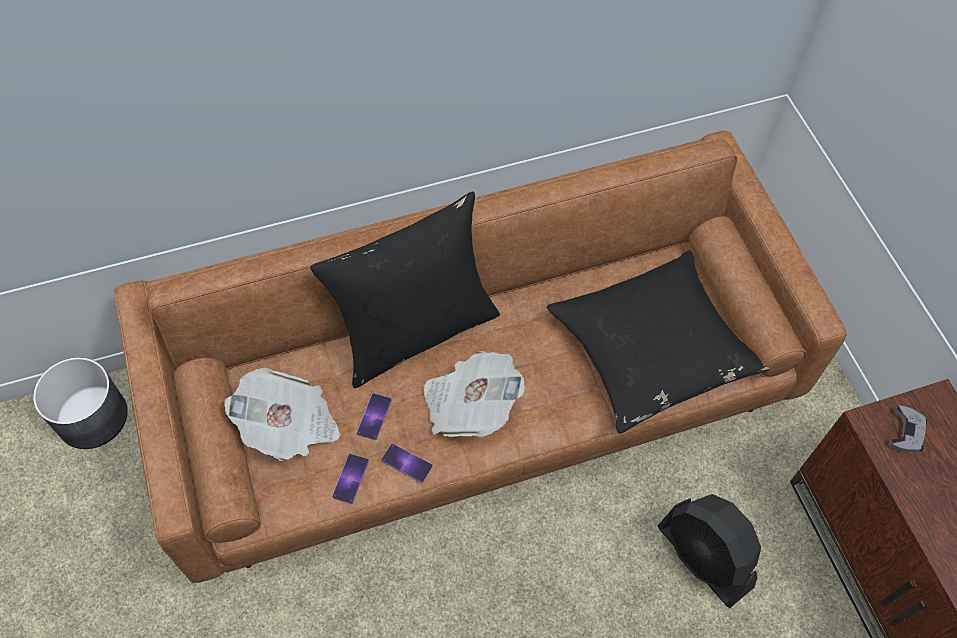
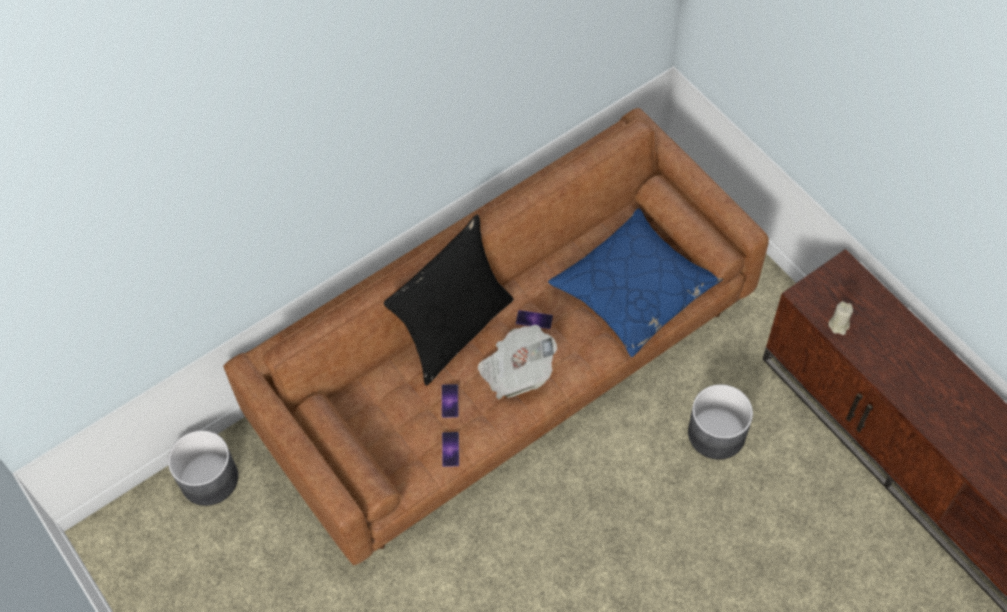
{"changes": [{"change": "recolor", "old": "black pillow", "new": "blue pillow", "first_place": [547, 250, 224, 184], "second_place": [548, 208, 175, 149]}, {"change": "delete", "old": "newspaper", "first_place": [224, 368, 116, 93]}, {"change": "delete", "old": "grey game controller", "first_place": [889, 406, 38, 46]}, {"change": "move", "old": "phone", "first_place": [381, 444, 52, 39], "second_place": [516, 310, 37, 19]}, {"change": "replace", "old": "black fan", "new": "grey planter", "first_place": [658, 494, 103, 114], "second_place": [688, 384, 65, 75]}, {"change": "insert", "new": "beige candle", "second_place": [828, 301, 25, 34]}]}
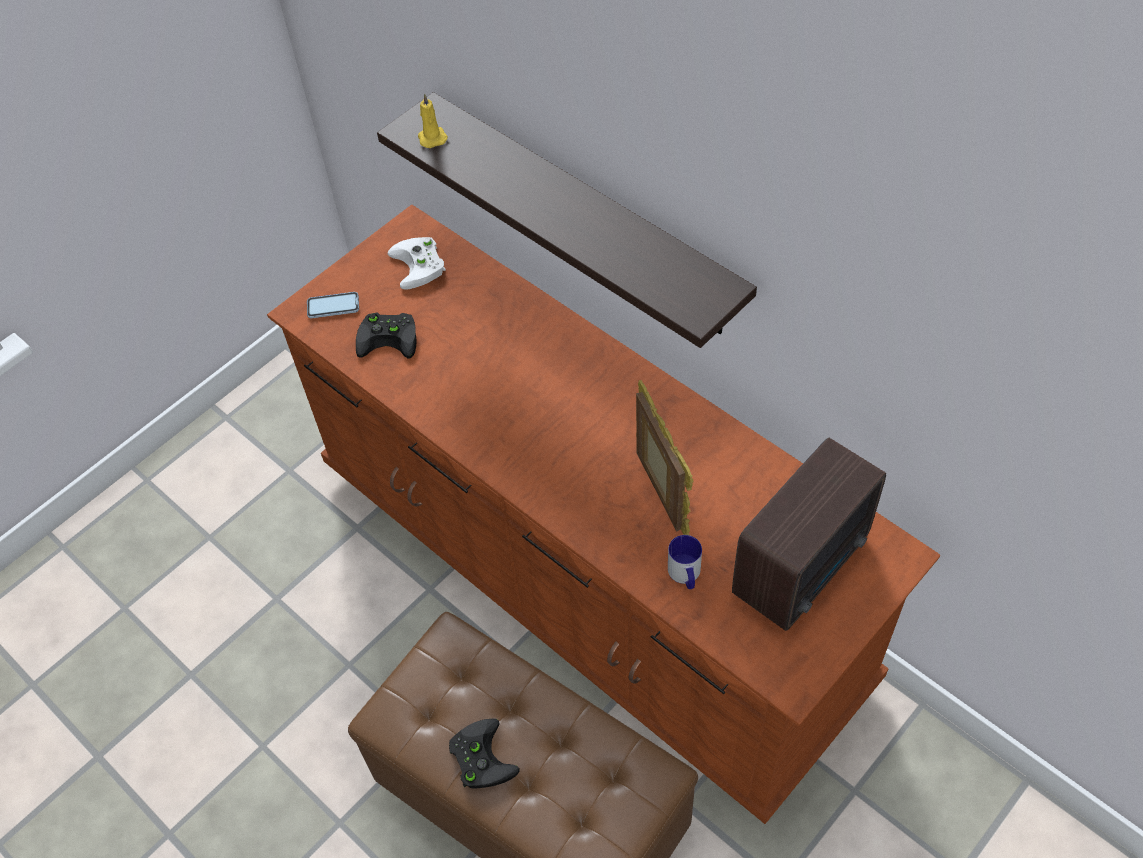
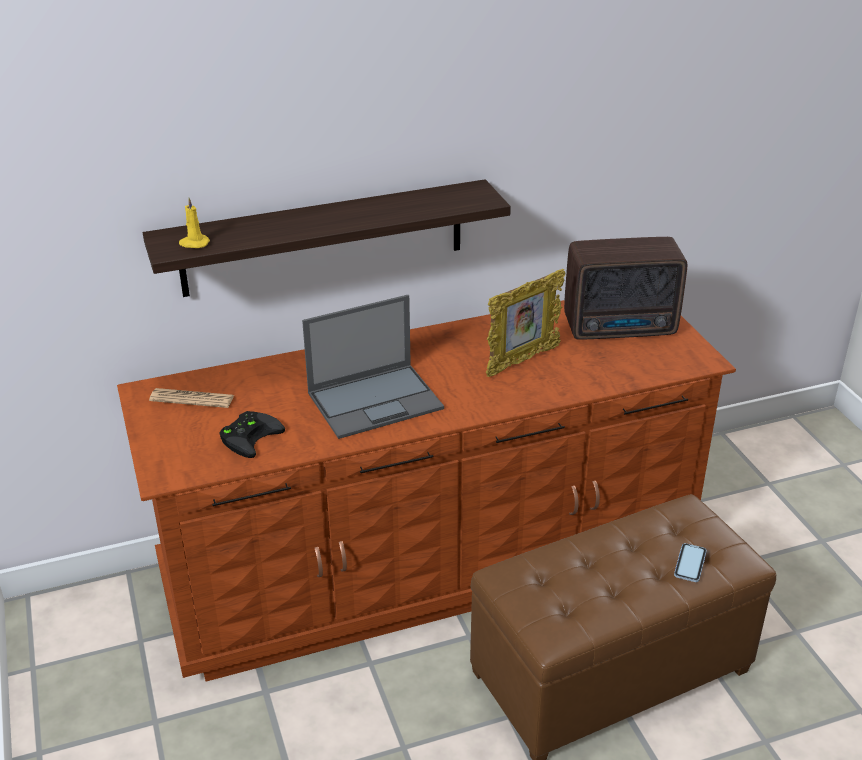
{"changes": [{"change": "replace", "old": "white game controller", "new": "newspaper", "first_place": [388, 237, 58, 53], "second_place": [149, 388, 85, 20]}, {"change": "move", "old": "phone", "first_place": [307, 292, 52, 26], "second_place": [674, 543, 33, 39]}, {"change": "rotate", "old": "picture frame", "first_place": [636, 380, 57, 155], "second_place": [486, 269, 79, 108], "degrees": 135}, {"change": "rotate", "old": "radio", "first_place": [732, 438, 154, 193], "second_place": [564, 237, 123, 103], "degrees": 105}, {"change": "delete", "old": "mug", "first_place": [668, 535, 34, 54]}, {"change": "delete", "old": "black game controller", "first_place": [449, 718, 71, 70]}, {"change": "insert", "new": "laptop", "second_place": [302, 295, 142, 144]}]}
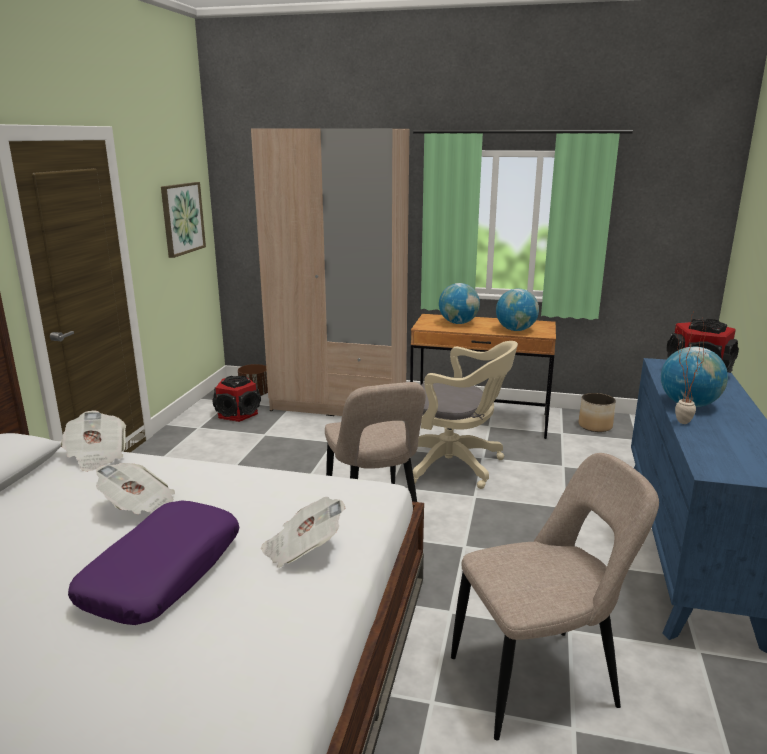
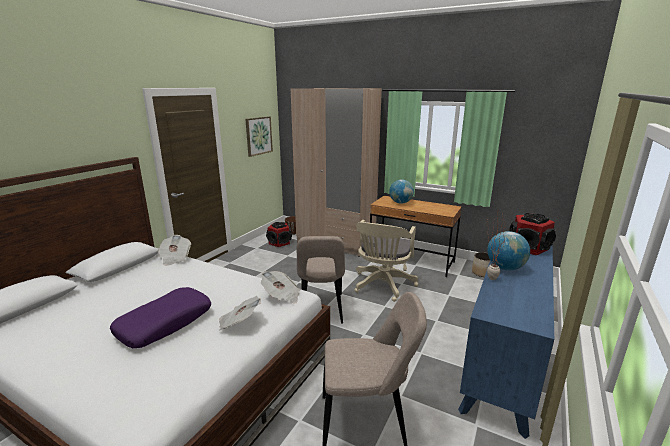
{"changes": [{"change": "delete", "old": "globe", "first_place": [496, 289, 43, 42]}, {"change": "rotate", "old": "beige office chair", "first_place": [413, 341, 105, 148], "second_place": [355, 220, 63, 82], "degrees": 75}, {"change": "move", "old": "newspaper", "first_place": [96, 463, 79, 51], "second_place": [261, 271, 39, 33]}]}
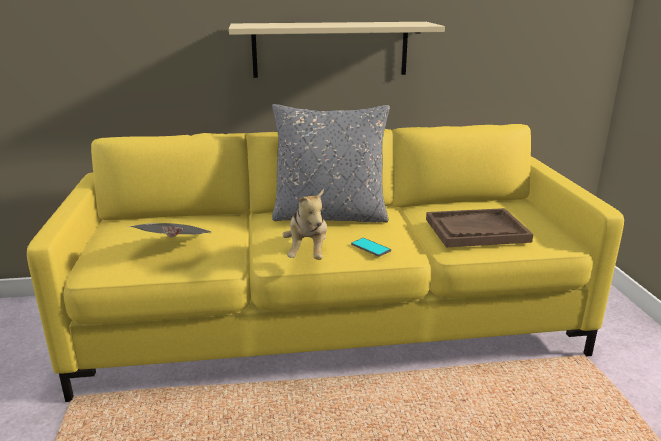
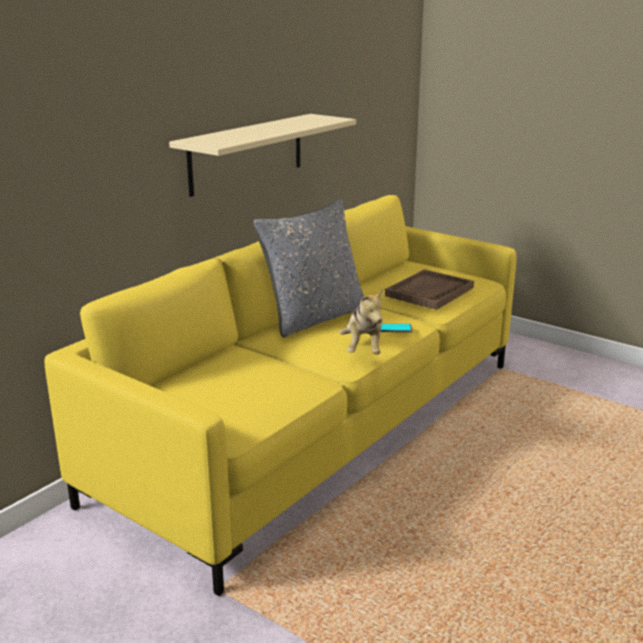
{"changes": [{"change": "rotate", "old": "plush toy", "first_place": [283, 189, 44, 71], "second_place": [339, 289, 44, 65], "degrees": 45}, {"change": "delete", "old": "newspaper", "first_place": [126, 223, 85, 15]}]}
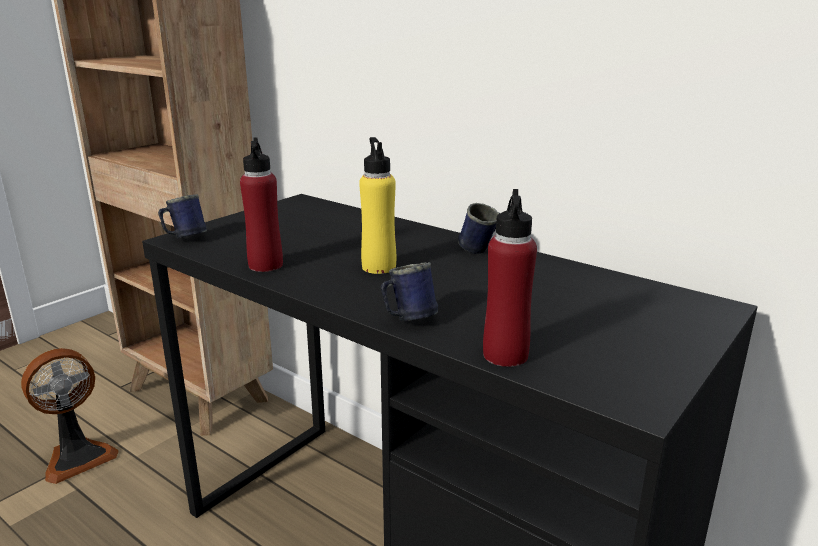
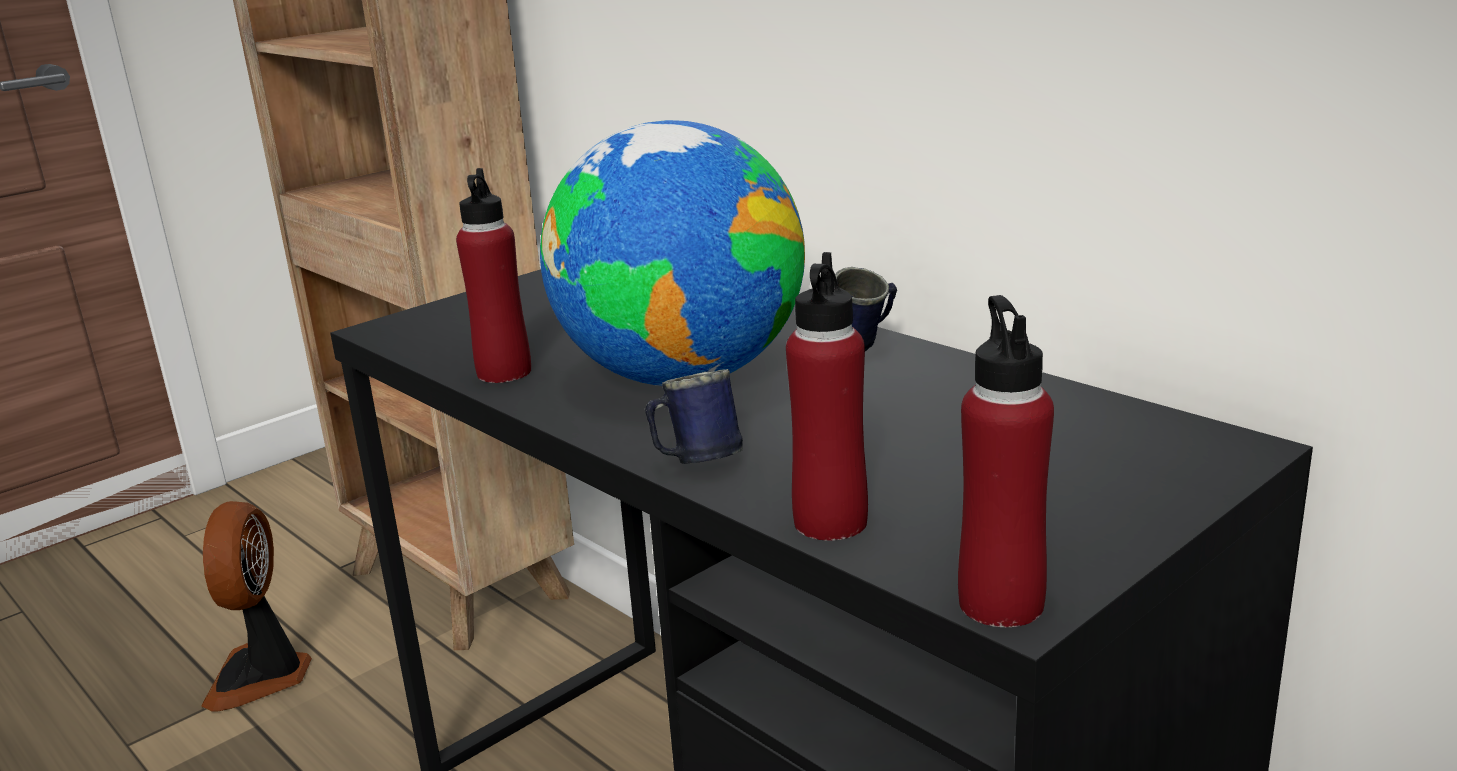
{"changes": [{"change": "replace", "old": "yellow bottle", "new": "globe", "first_place": [359, 137, 37, 137], "second_place": [540, 120, 265, 266]}, {"change": "delete", "old": "blue mug", "first_place": [158, 194, 49, 44]}, {"change": "rotate", "old": "fan", "first_place": [21, 348, 98, 136], "second_place": [201, 501, 111, 211], "degrees": 120}, {"change": "insert", "new": "red bottle", "second_place": [958, 295, 96, 332]}]}
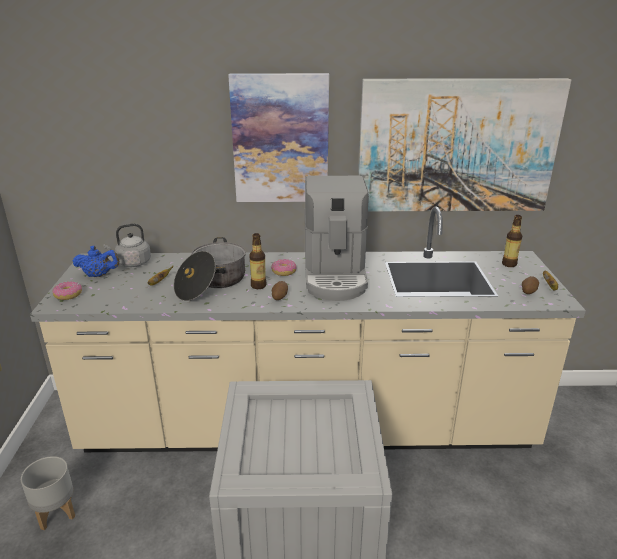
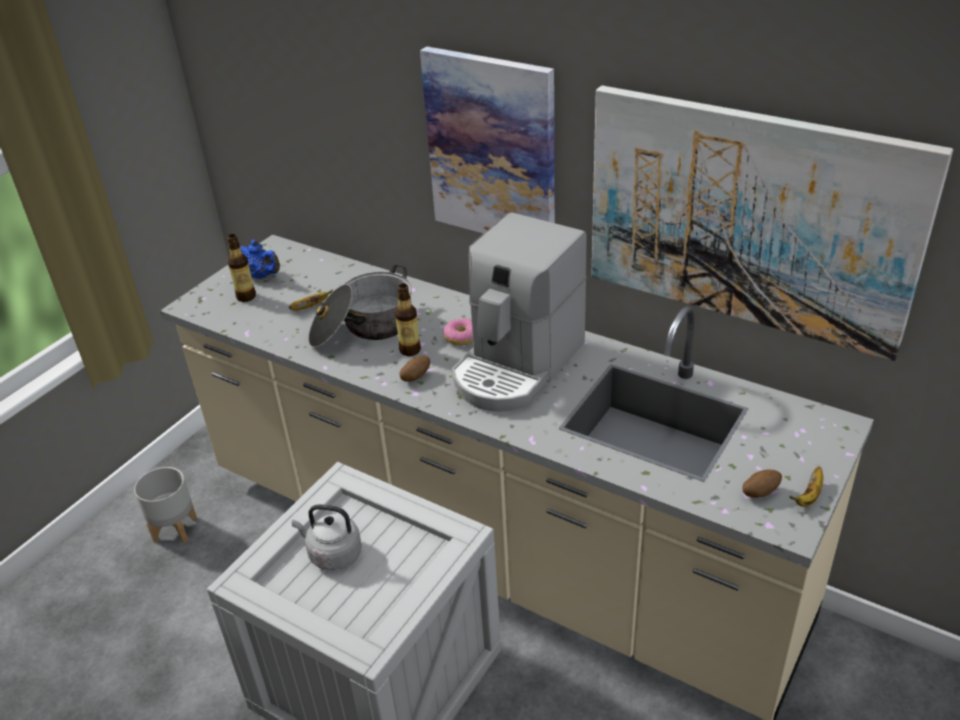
{"changes": [{"change": "move", "old": "bottle", "first_place": [502, 215, 20, 52], "second_place": [227, 234, 29, 68]}, {"change": "move", "old": "grey kettle", "first_place": [103, 224, 48, 43], "second_place": [292, 504, 70, 66]}, {"change": "delete", "old": "donut", "first_place": [52, 281, 30, 19]}]}
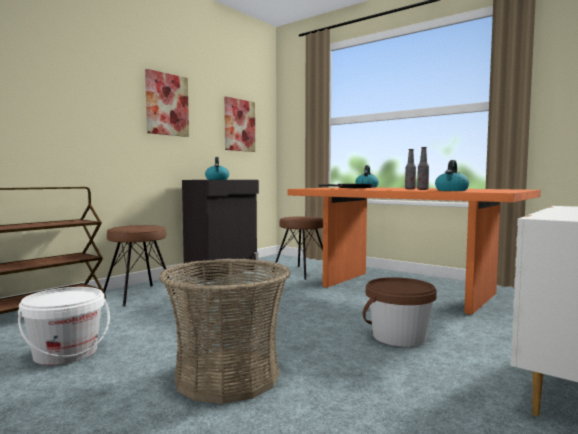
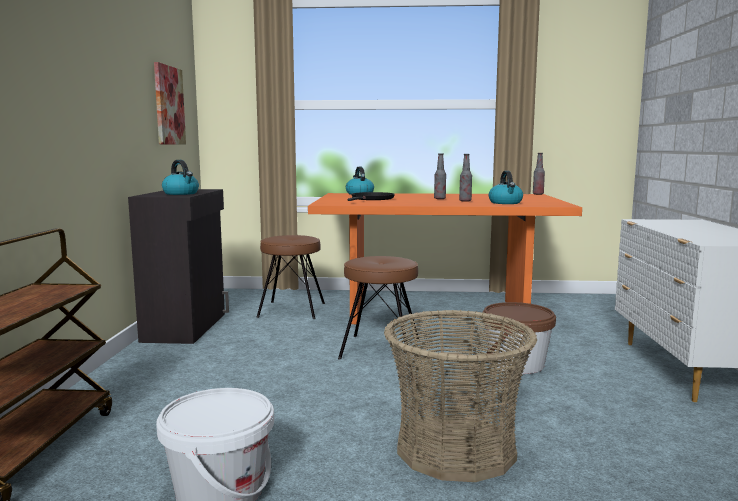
{"changes": [{"change": "delete", "old": "picture", "first_place": [145, 69, 44, 68]}, {"change": "move", "old": "brown stool", "first_place": [103, 225, 73, 82], "second_place": [338, 256, 81, 103]}, {"change": "insert", "new": "bottle", "second_place": [533, 153, 12, 42]}]}
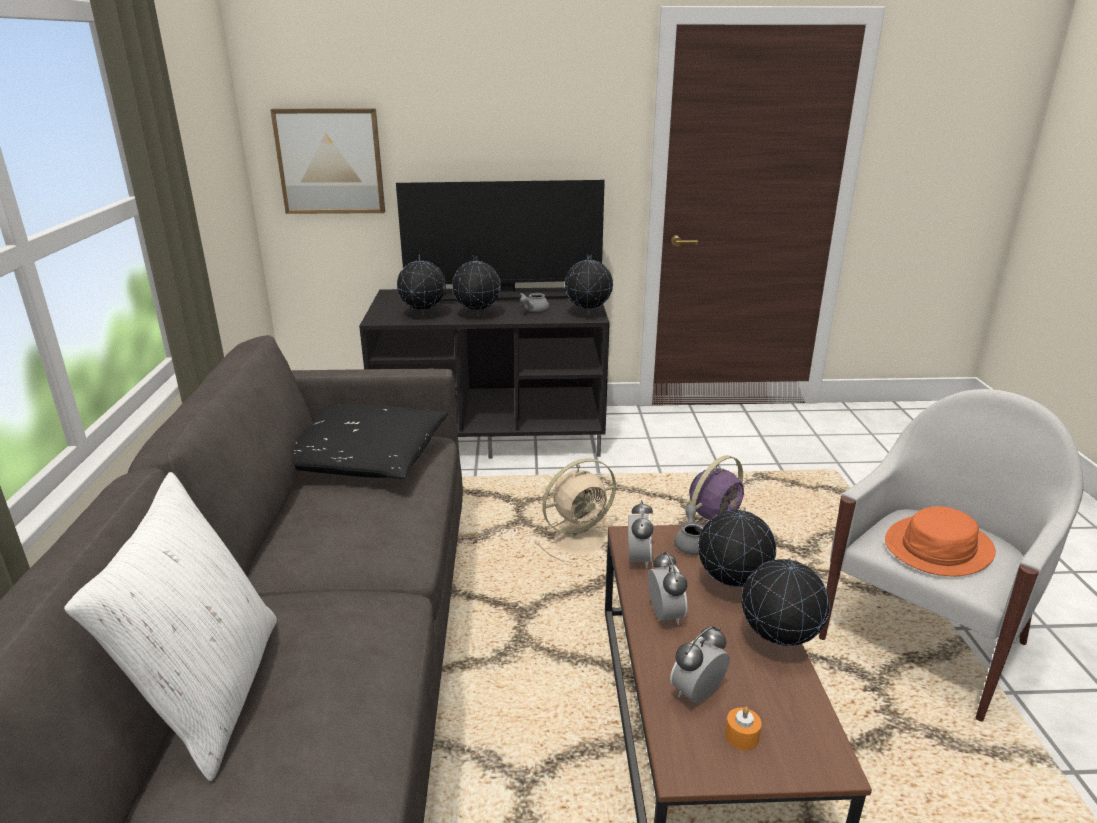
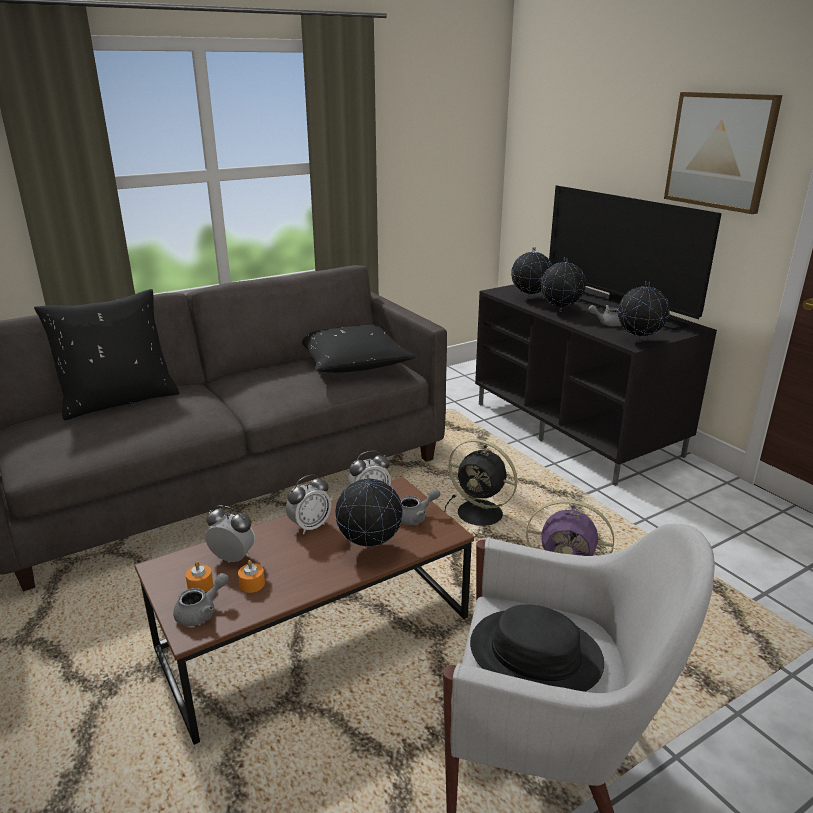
{"changes": [{"change": "move", "old": "picture", "first_place": [270, 108, 115, 106], "second_place": [664, 92, 118, 122]}, {"change": "recolor", "old": "beige fan", "new": "black fan", "first_place": [535, 458, 81, 105], "second_place": [444, 439, 73, 87]}, {"change": "recolor", "old": "white pillow", "new": "black pillow", "first_place": [64, 472, 213, 309], "second_place": [34, 289, 145, 131]}, {"change": "recolor", "old": "orange hat", "new": "black hat", "first_place": [885, 506, 111, 70], "second_place": [470, 604, 134, 88]}, {"change": "delete", "old": "globe", "first_place": [741, 558, 89, 88]}, {"change": "insert", "new": "orange candle", "second_place": [238, 560, 27, 33]}, {"change": "insert", "new": "grey teapot", "second_place": [173, 573, 56, 53]}]}
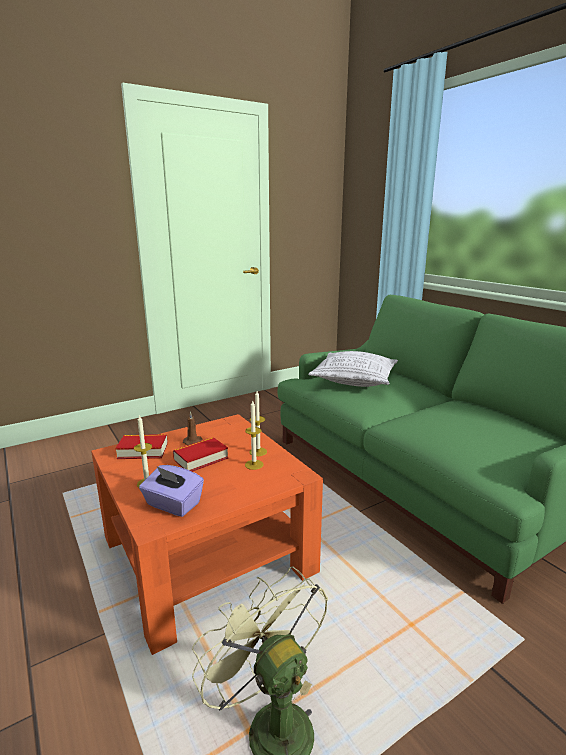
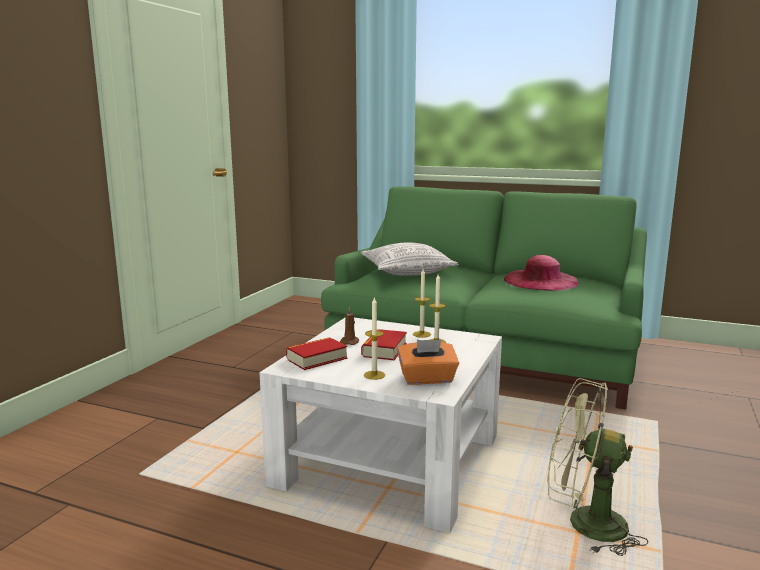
{"changes": [{"change": "recolor", "old": "orange coffee table", "new": "white coffee table", "first_place": [91, 414, 232, 241], "second_place": [260, 317, 242, 216]}, {"change": "recolor", "old": "purple tissue box", "new": "orange tissue box", "first_place": [139, 465, 65, 52], "second_place": [397, 340, 62, 45]}, {"change": "insert", "new": "pink hat", "second_place": [504, 255, 75, 36]}]}
